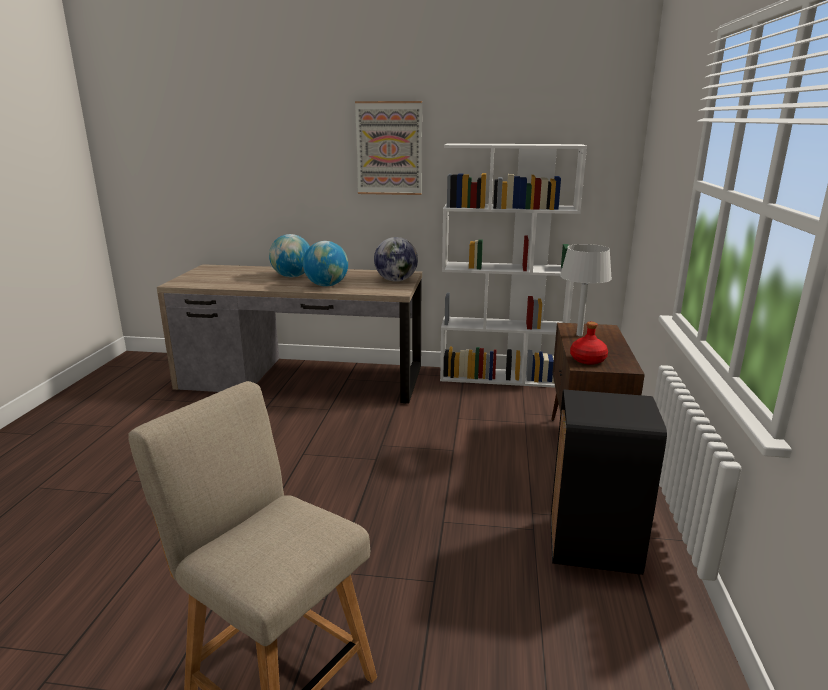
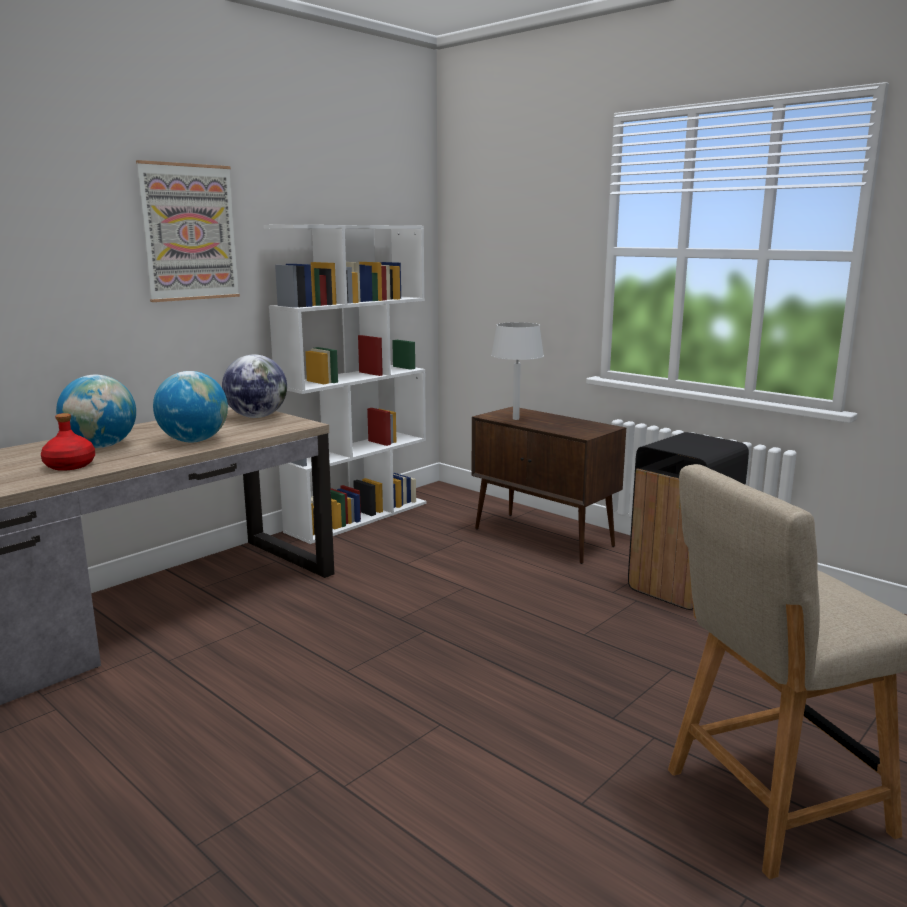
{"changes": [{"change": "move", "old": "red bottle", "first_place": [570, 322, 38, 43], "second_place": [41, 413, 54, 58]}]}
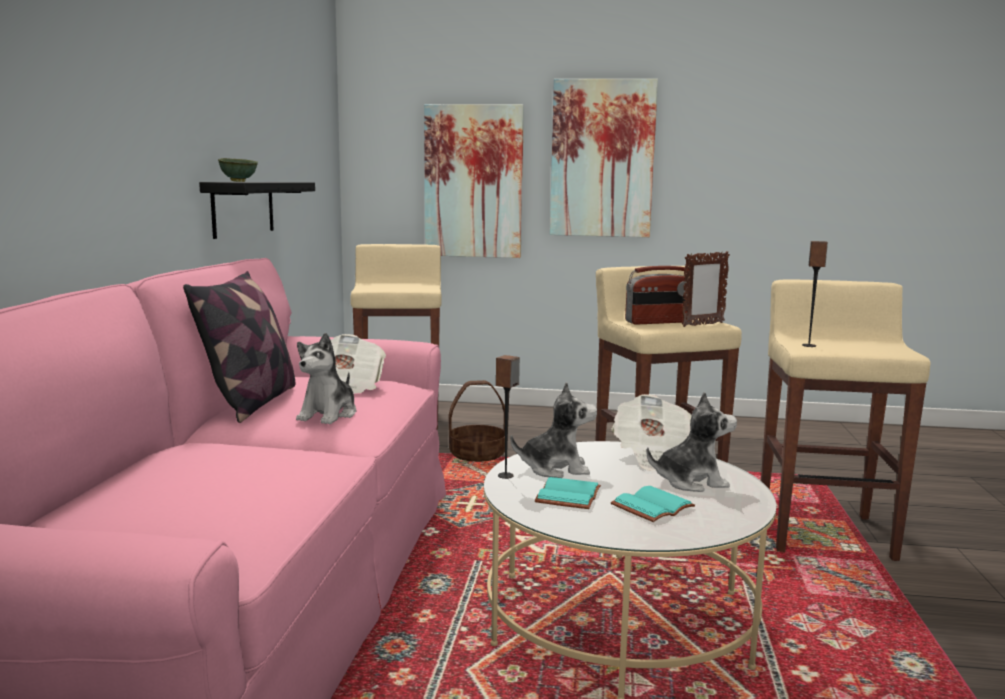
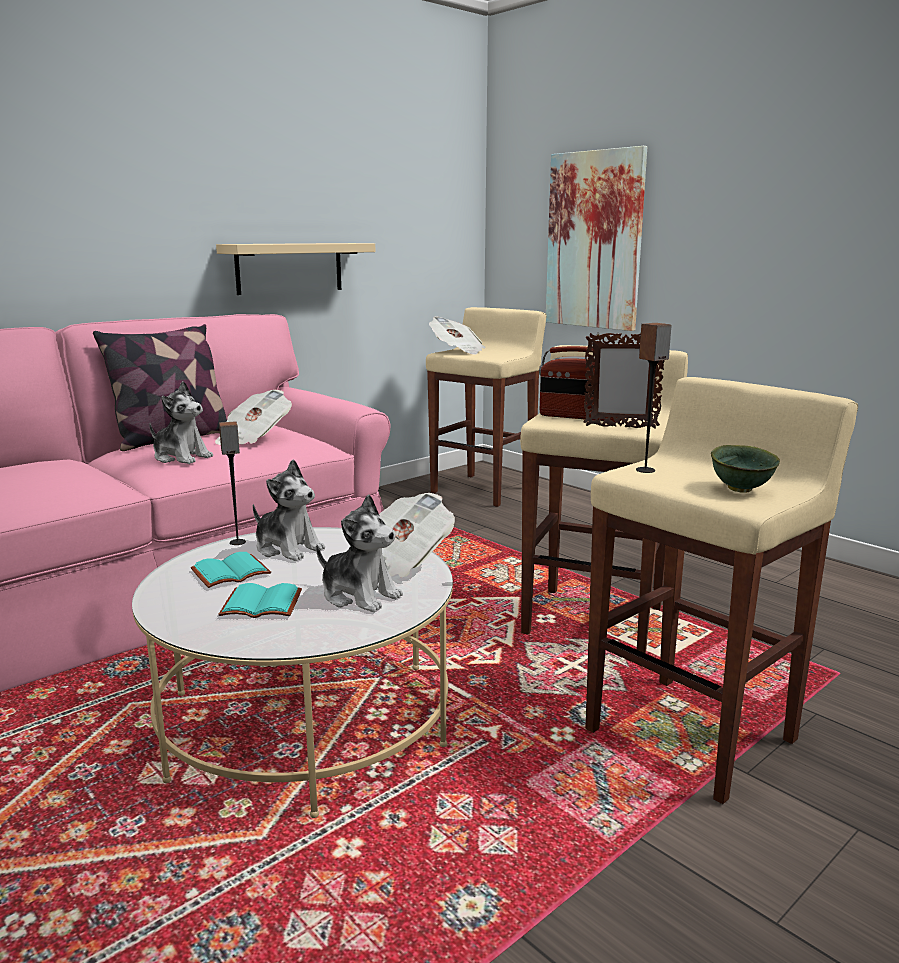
{"changes": [{"change": "delete", "old": "picture", "first_place": [550, 79, 108, 158]}, {"change": "move", "old": "green bowl", "first_place": [218, 158, 40, 24], "second_place": [711, 445, 69, 48]}, {"change": "recolor", "old": "black shelf", "new": "beige shelf", "first_place": [199, 182, 116, 57], "second_place": [216, 243, 159, 52]}, {"change": "rotate", "old": "plush toy", "first_place": [296, 333, 60, 91], "second_place": [149, 381, 64, 83], "degrees": -120}, {"change": "delete", "old": "basket", "first_place": [449, 380, 56, 82]}, {"change": "insert", "new": "newspaper", "second_place": [429, 317, 56, 38]}]}
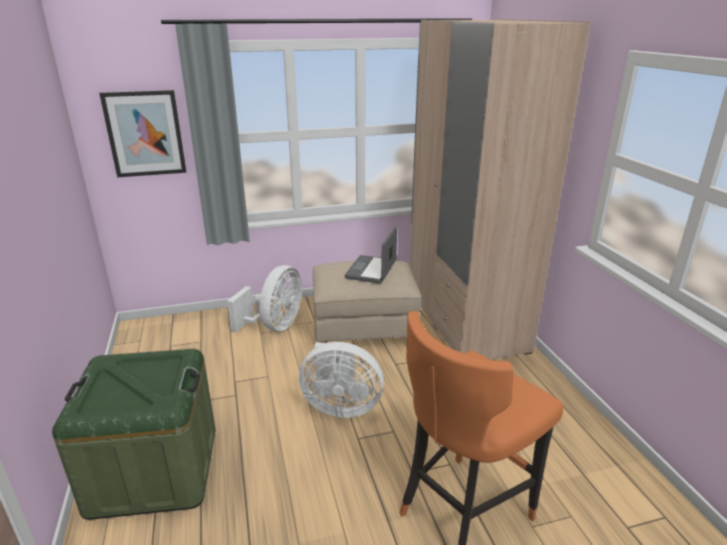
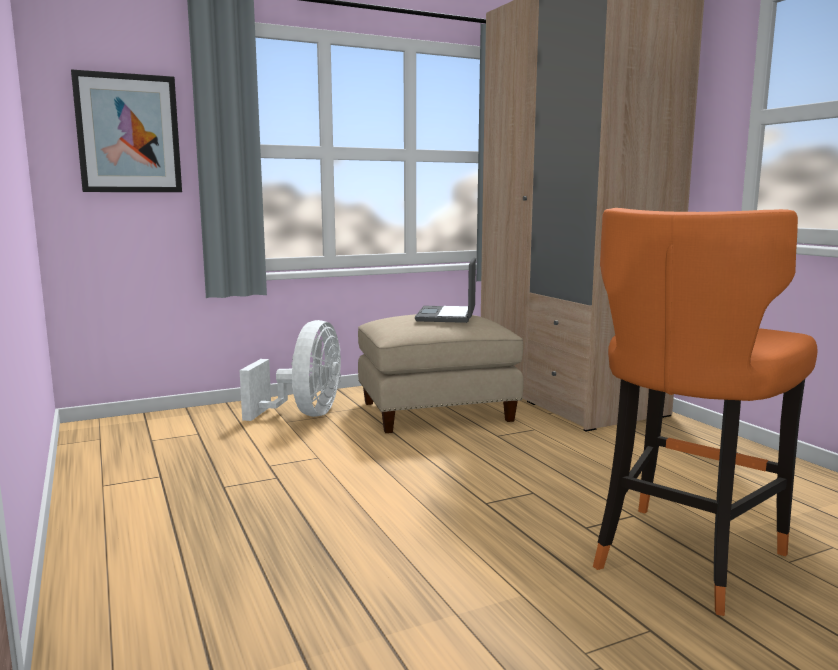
{"changes": [{"change": "delete", "old": "white fan", "first_place": [299, 342, 85, 76]}, {"change": "delete", "old": "green storage box", "first_place": [52, 349, 164, 171]}]}
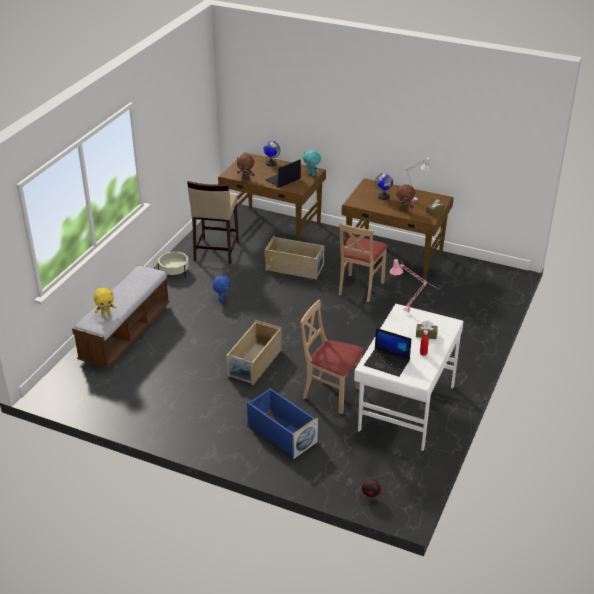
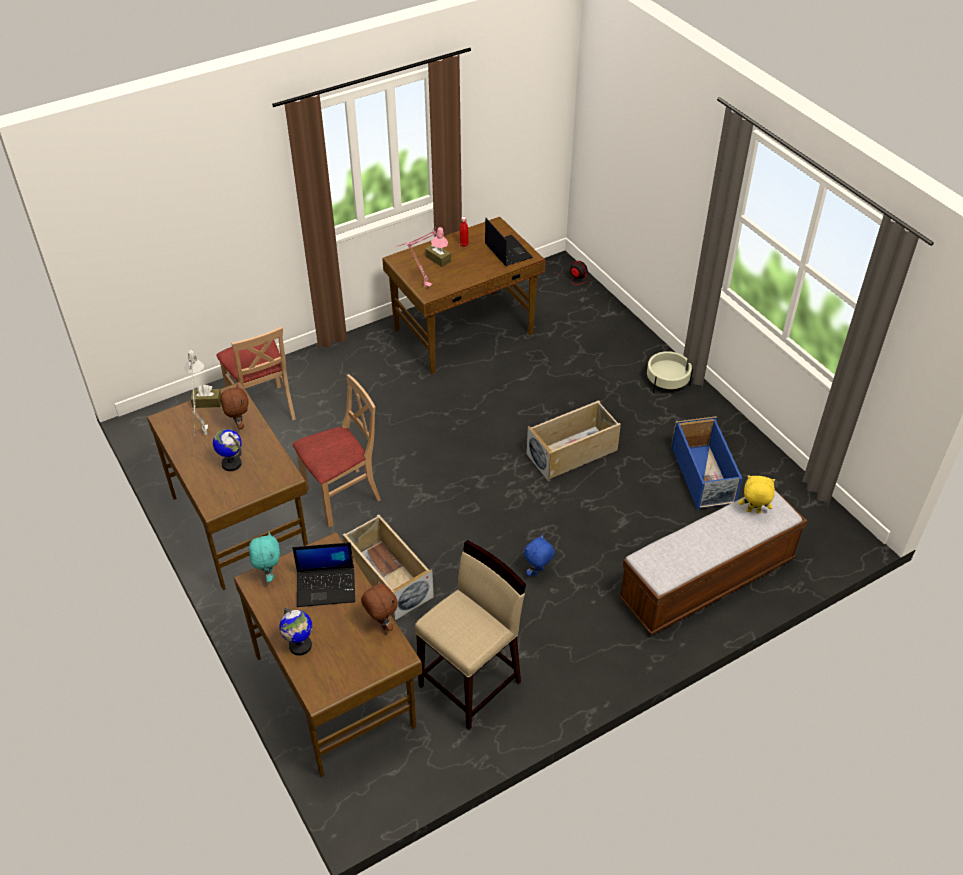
{"changes": [{"change": "move", "old": "beige planter", "first_place": [158, 251, 31, 27], "second_place": [647, 351, 46, 42]}, {"change": "move", "old": "beige chair", "first_place": [300, 300, 64, 114], "second_place": [216, 327, 80, 94]}, {"change": "recolor", "old": "white desk", "new": "brown desk", "first_place": [354, 304, 110, 147], "second_place": [382, 217, 164, 157]}, {"change": "move", "old": "blue storage box", "first_place": [247, 388, 71, 71], "second_place": [671, 416, 71, 94]}]}
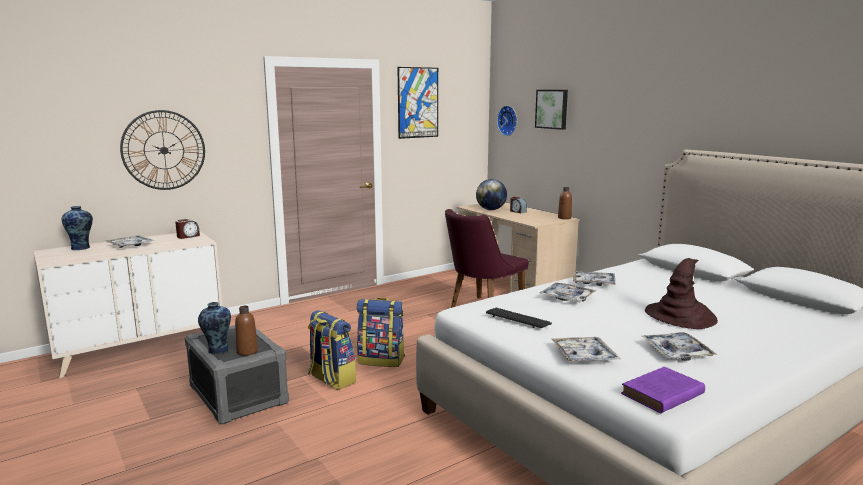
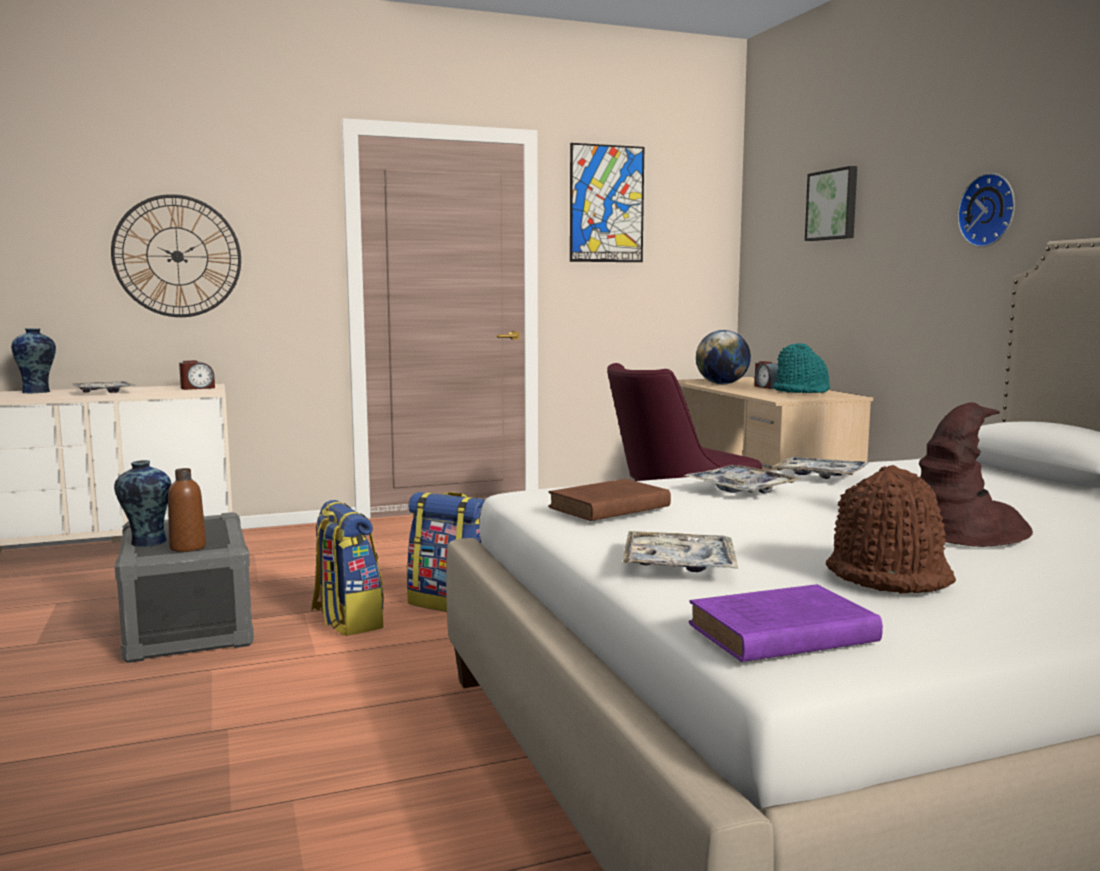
{"changes": [{"change": "move", "old": "wall clock", "first_place": [497, 106, 20, 30], "second_place": [957, 173, 58, 74]}, {"change": "delete", "old": "brown bottle", "first_place": [558, 187, 14, 32]}, {"change": "replace", "old": "keyboard", "new": "brown book", "first_place": [486, 308, 66, 20], "second_place": [548, 479, 123, 42]}, {"change": "replace", "old": "tray", "new": "brown hat", "first_place": [642, 332, 75, 29], "second_place": [826, 465, 130, 129]}, {"change": "insert", "new": "turquoise hat", "second_place": [773, 343, 57, 50]}]}
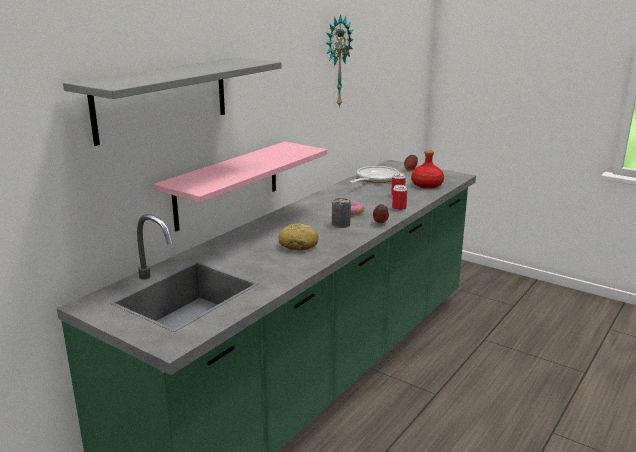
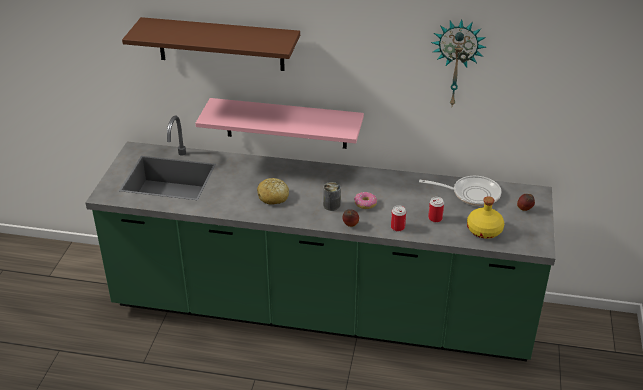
{"changes": [{"change": "recolor", "old": "grey shelf", "new": "brown shelf", "first_place": [63, 57, 219, 89], "second_place": [122, 17, 178, 54]}, {"change": "recolor", "old": "red bottle", "new": "yellow bottle", "first_place": [411, 150, 33, 39], "second_place": [467, 196, 37, 43]}]}
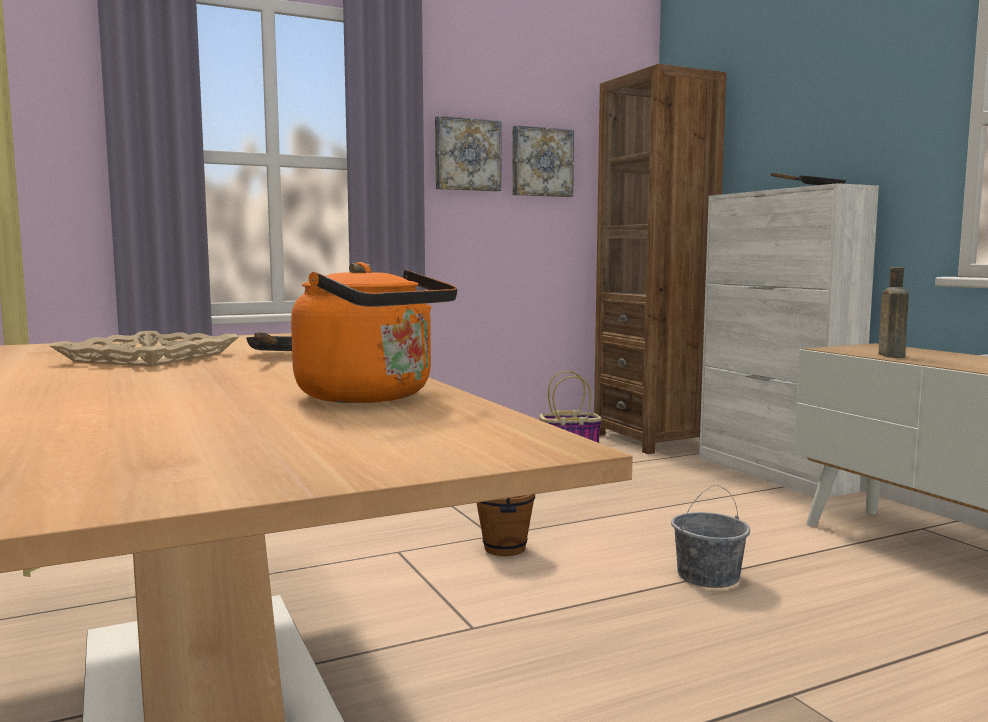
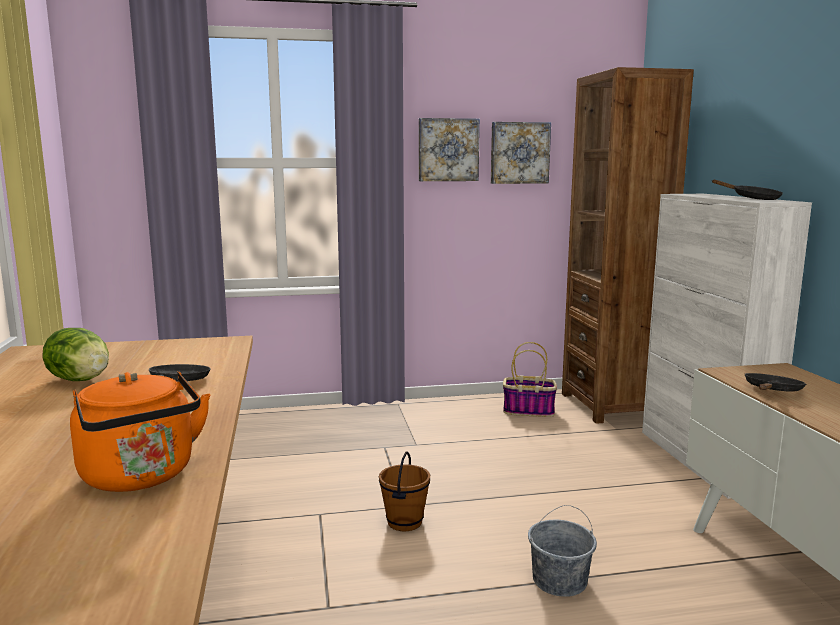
{"changes": [{"change": "replace", "old": "brown bottle", "new": "black frying pan", "first_place": [878, 267, 31, 91], "second_place": [745, 373, 61, 18]}, {"change": "replace", "old": "beige tray", "new": "lettuce", "first_place": [49, 331, 191, 36], "second_place": [42, 328, 67, 53]}]}
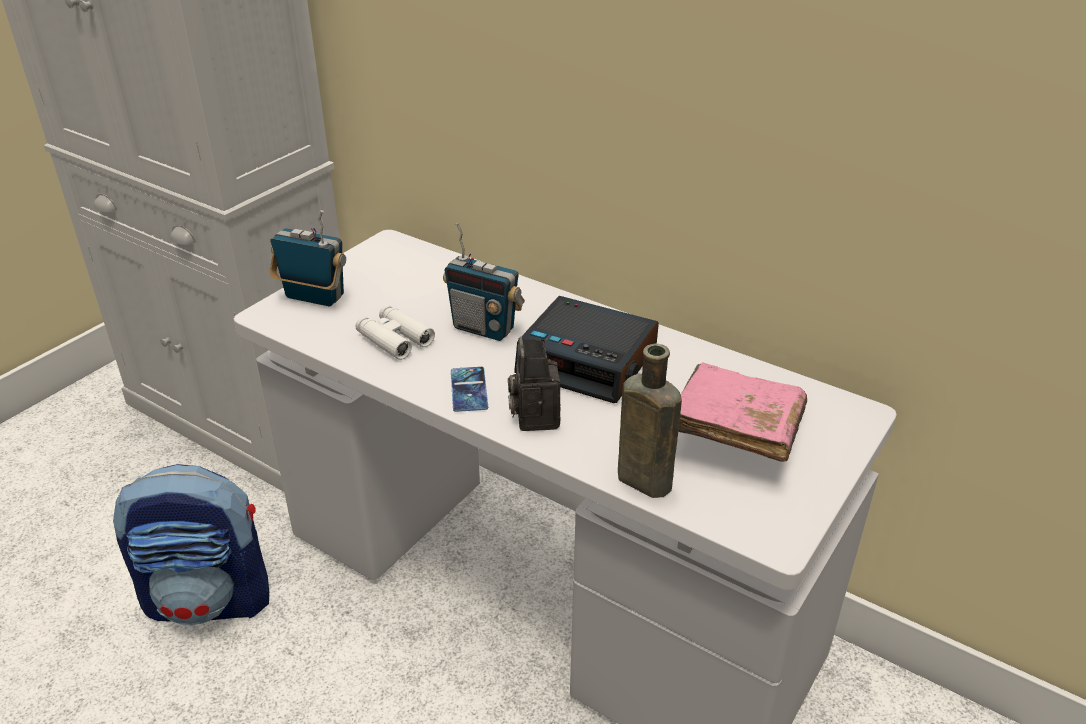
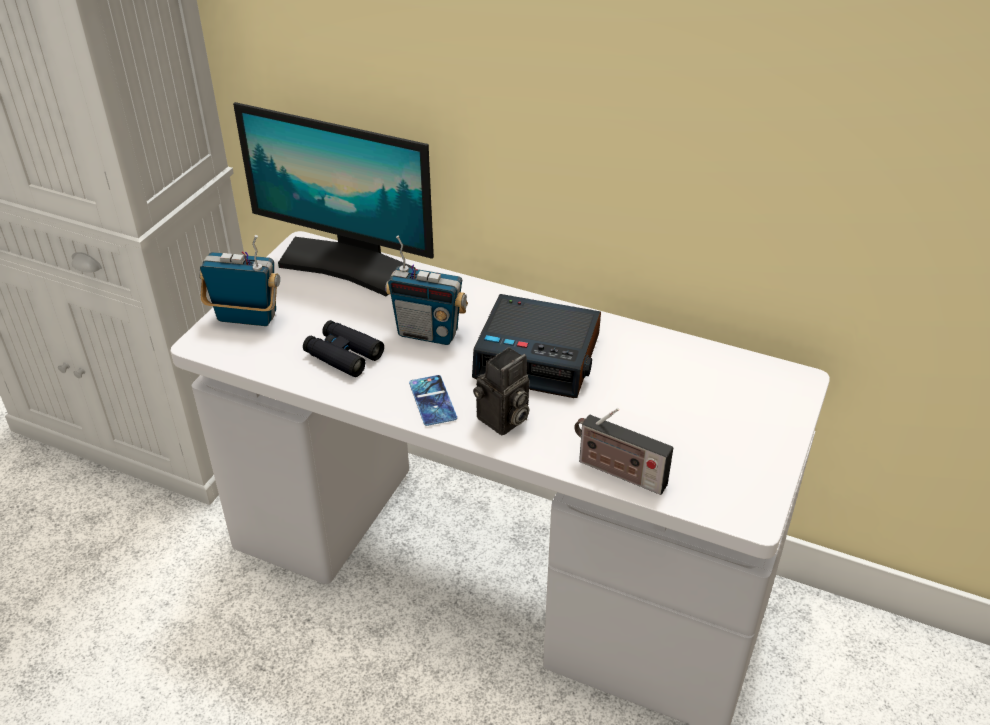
{"changes": [{"change": "recolor", "old": "white binoculars", "new": "black binoculars", "first_place": [356, 305, 79, 55], "second_place": [303, 320, 81, 57]}, {"change": "rotate", "old": "photo camera", "first_place": [508, 337, 53, 94], "second_place": [473, 347, 56, 88], "degrees": -120}, {"change": "replace", "old": "brown bottle", "new": "radio", "first_place": [618, 344, 64, 154], "second_place": [574, 408, 100, 87]}, {"change": "delete", "old": "pink book", "first_place": [678, 362, 129, 100]}, {"change": "delete", "old": "backpack", "first_place": [113, 464, 156, 161]}, {"change": "insert", "new": "monitor", "second_place": [233, 102, 201, 194]}]}
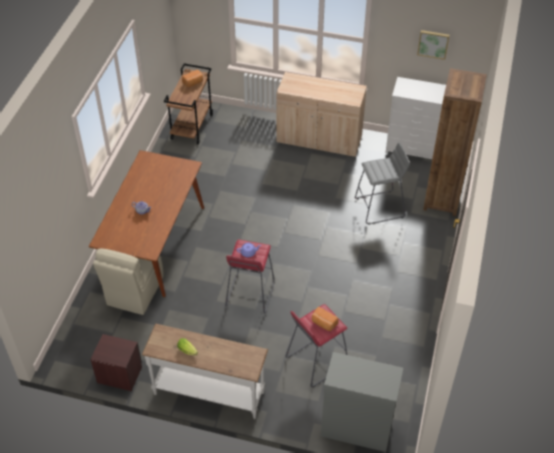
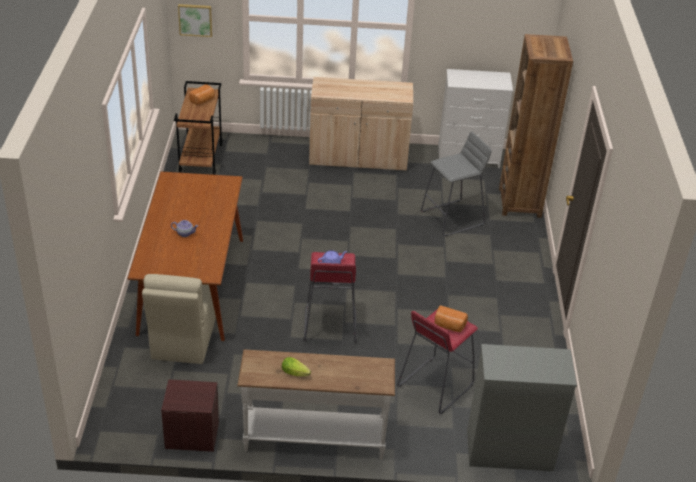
{"changes": [{"change": "move", "old": "picture", "first_place": [417, 30, 32, 30], "second_place": [178, 4, 34, 33]}]}
